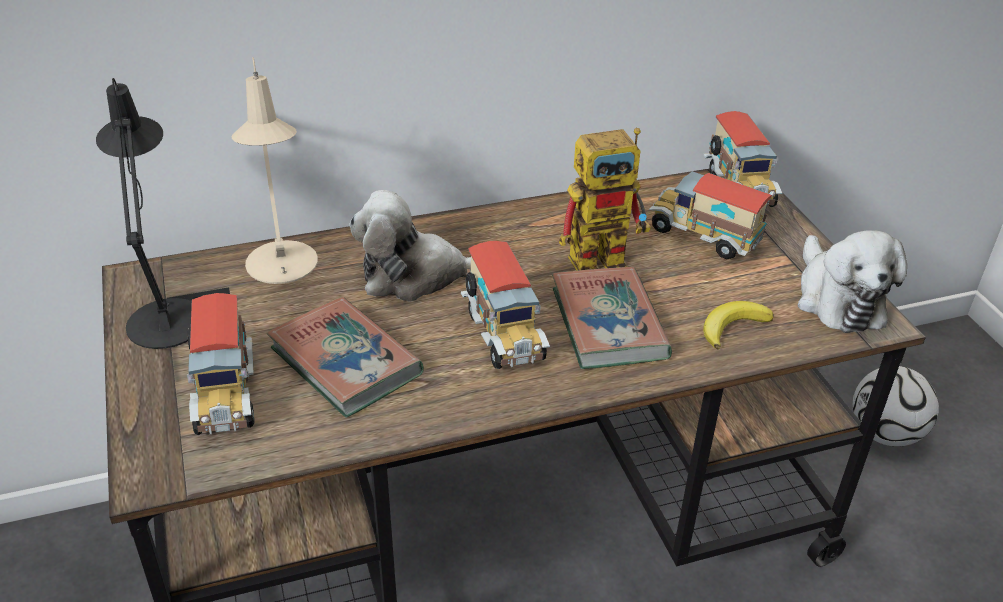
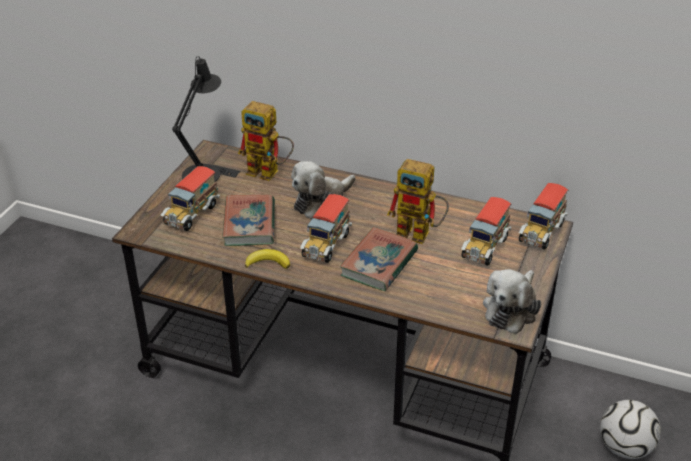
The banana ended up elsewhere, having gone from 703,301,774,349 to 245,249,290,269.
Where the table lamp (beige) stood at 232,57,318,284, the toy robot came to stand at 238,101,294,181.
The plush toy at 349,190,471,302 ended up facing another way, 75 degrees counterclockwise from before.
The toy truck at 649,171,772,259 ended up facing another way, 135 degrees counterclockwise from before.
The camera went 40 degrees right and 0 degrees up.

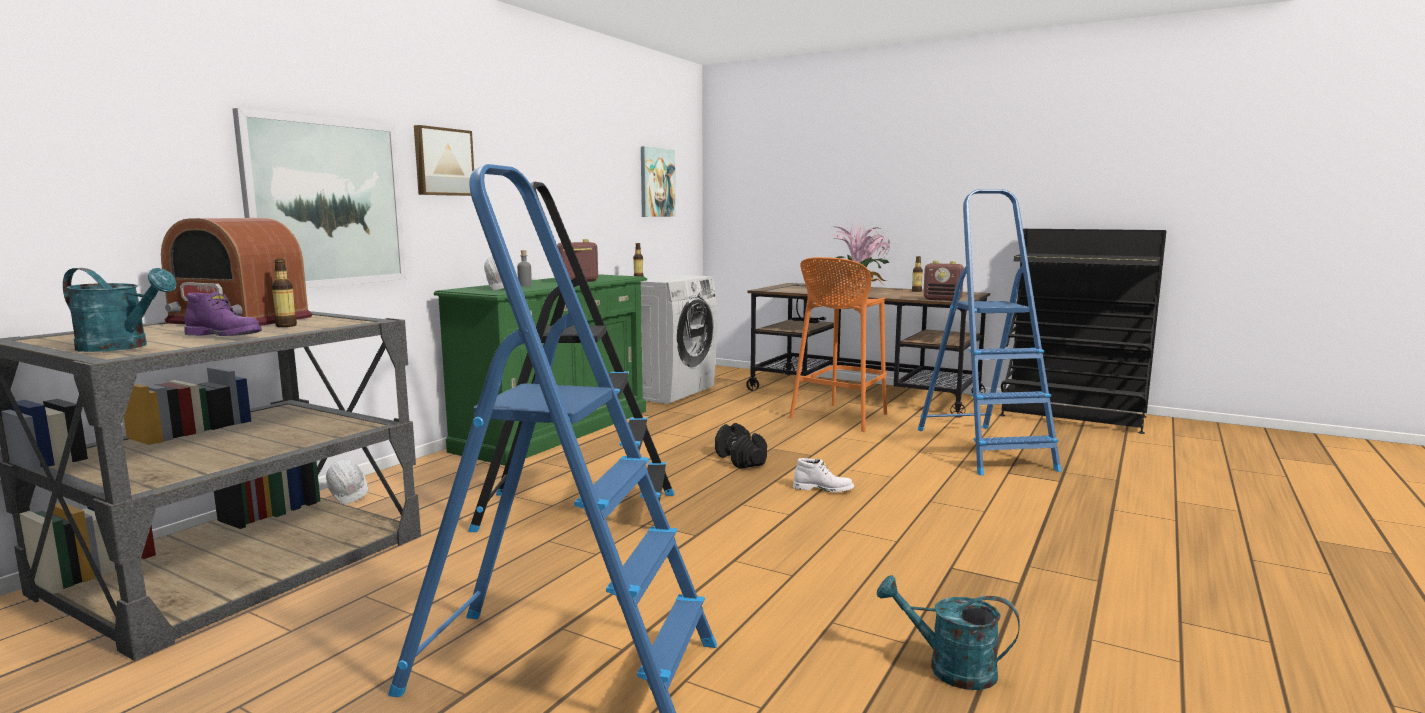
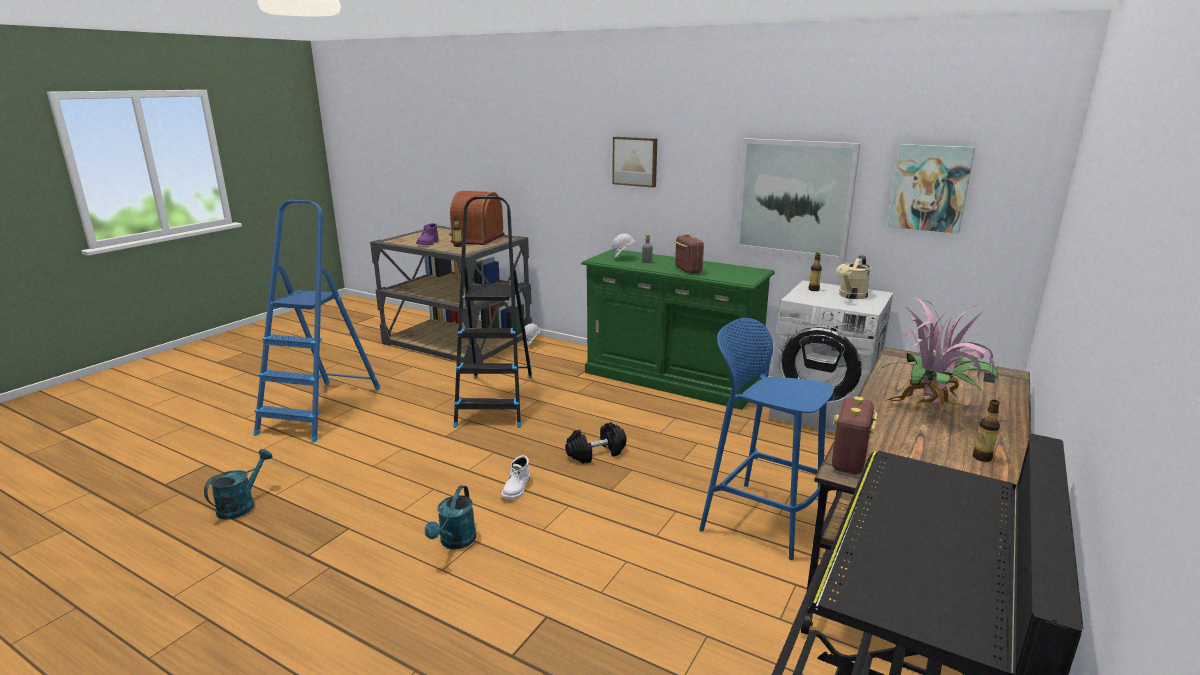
The second view lost the step ladder (blue) at 918,189,1061,475.
The second view gained the watering can (beige) at 836,255,871,299.
The watering can (turquoise) ended up elsewhere, having gone from 63,268,176,352 to 425,485,476,549.
The picture ended up elsewhere, having gone from 233,108,407,288 to 735,138,861,262.
What was the stool (orange) at 789,257,887,432 turned into the stool (blue) at 699,318,834,560.
The camera went 90 degrees right and 10 degrees up.

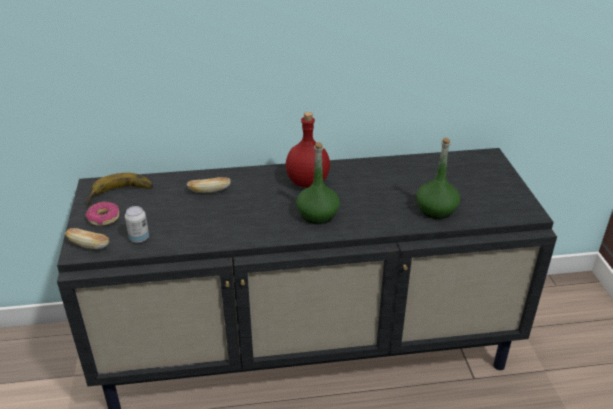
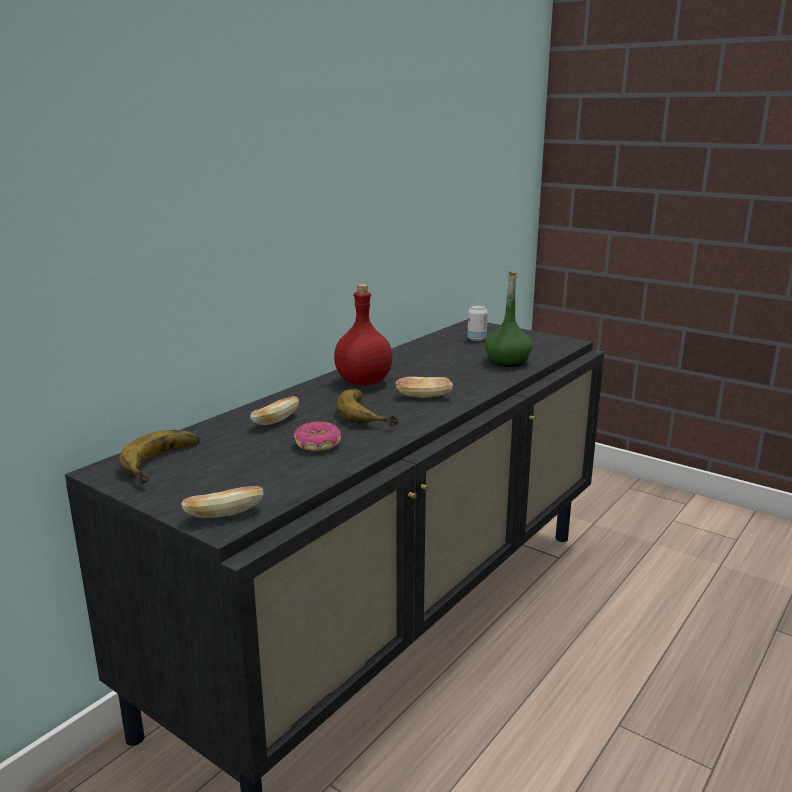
The second view gained the banana at 337,389,399,426.
The donut ended up elsewhere, having gone from 85,201,120,226 to 294,421,341,451.
The can ended up elsewhere, having gone from 125,206,149,243 to 467,305,488,341.
Where the bottle (green) stood at 296,142,340,224, the bread came to stand at 396,377,453,398.
The camera went 45 degrees left and 15 degrees down.

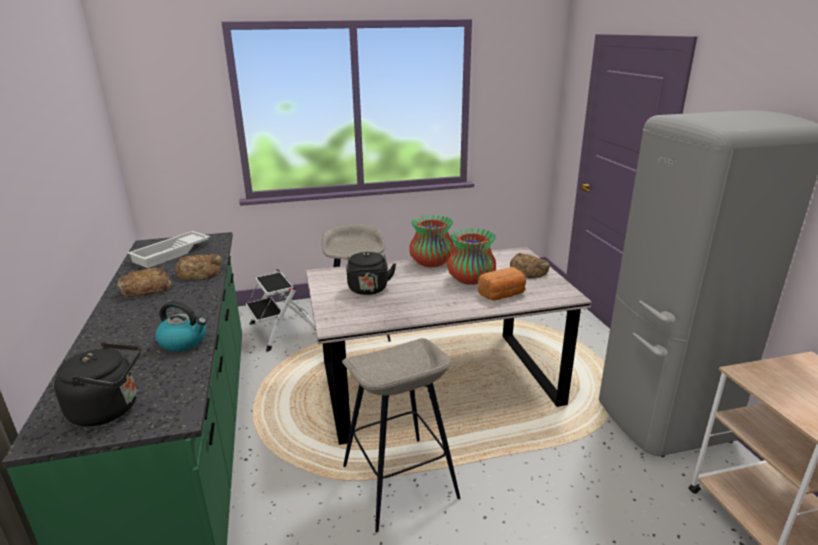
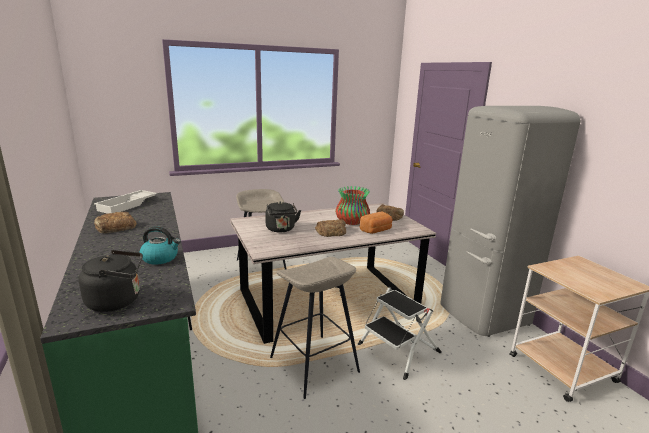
The second view lost the vase at 410,215,455,267.
The bread ended up elsewhere, having gone from 176,254,222,280 to 315,219,346,237.
The step ladder ended up elsewhere, having gone from 246,269,316,352 to 358,286,442,380.
The camera went 10 degrees left and 5 degrees down.

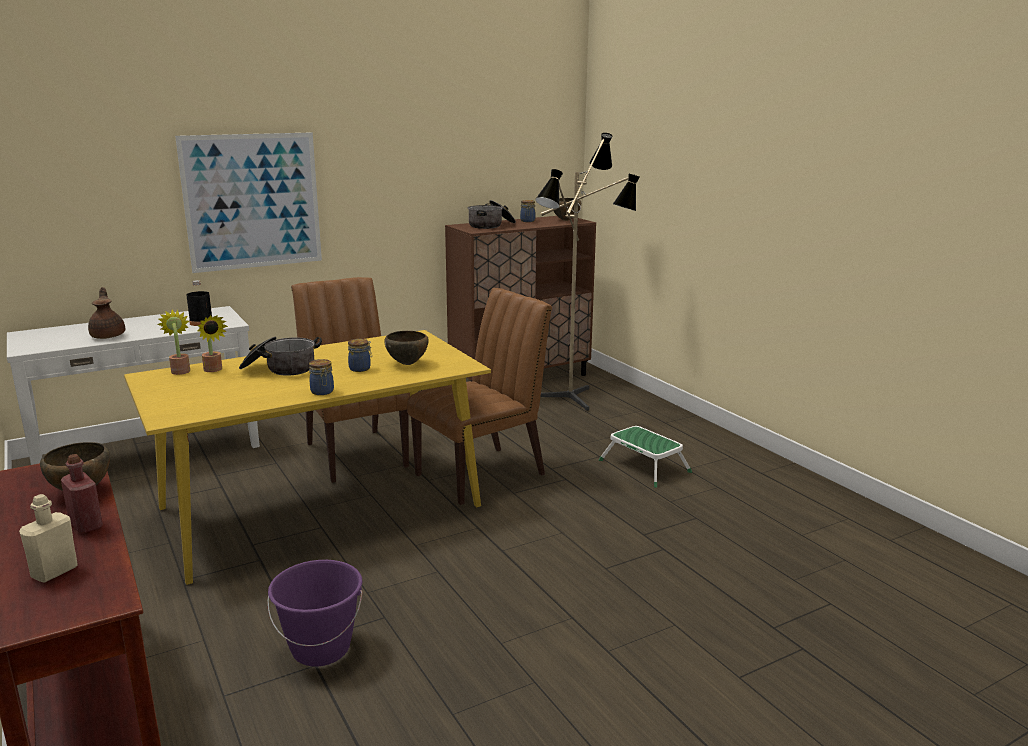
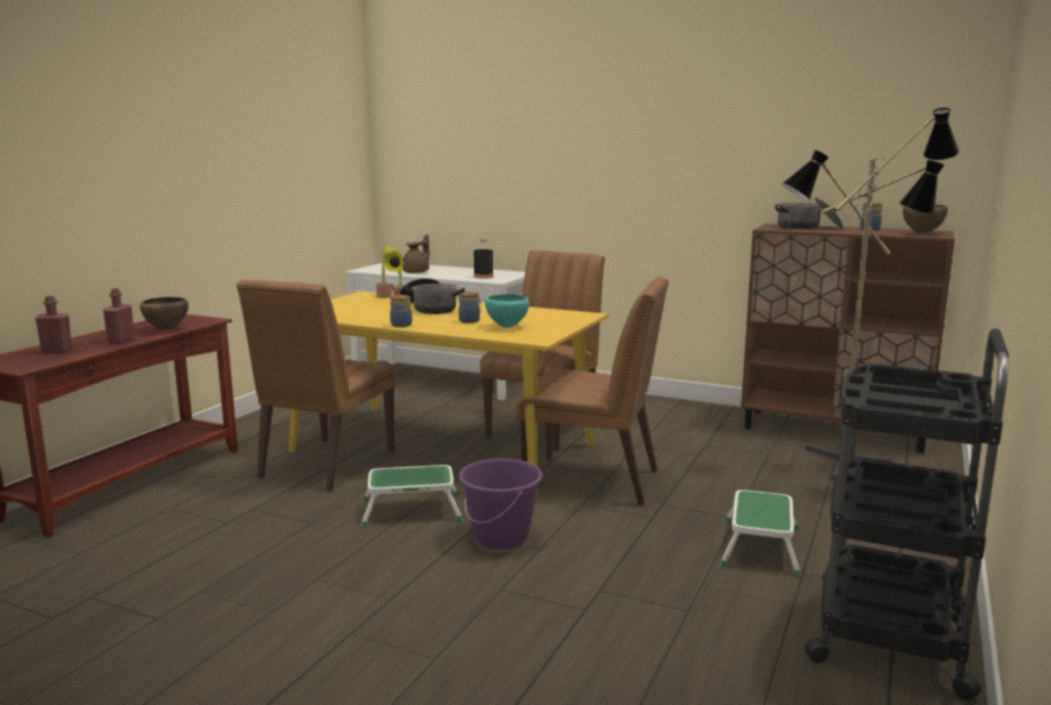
The second view lost the picture at 175,132,322,273.
The second view gained the chair (brown) at 236,280,396,491.
The second view gained the step ladder (green) at 360,465,464,528.
The second view gained the cart (black) at 804,328,1009,700.
The bucket (purple) ended up elsewhere, having gone from 267,560,362,667 to 459,458,542,550.
What was the bottle (beige) at 19,494,78,582 turned into the bottle (red) at 35,296,72,353.
What was the bowl (brown) at 385,331,429,365 turned into the bowl (turquoise) at 485,294,529,328.
The camera went 55 degrees right and 5 degrees down.

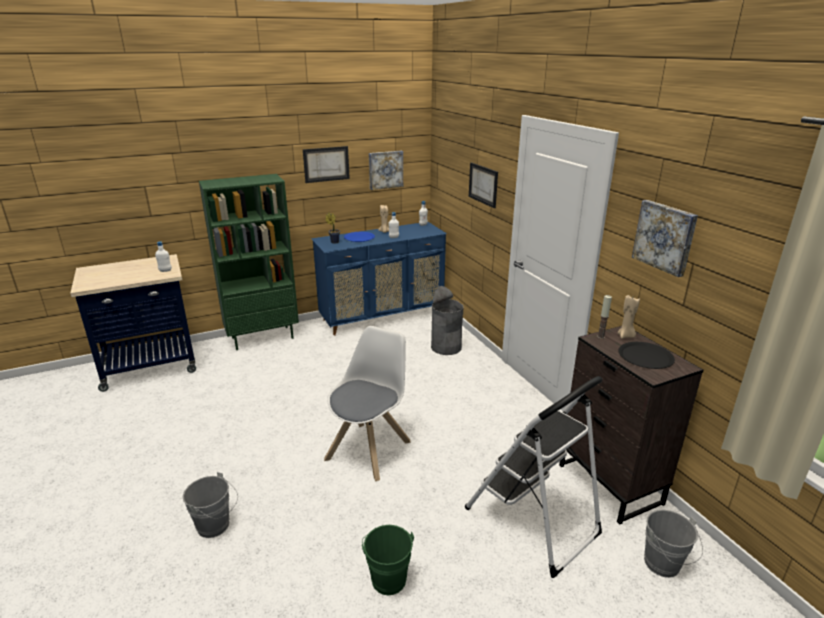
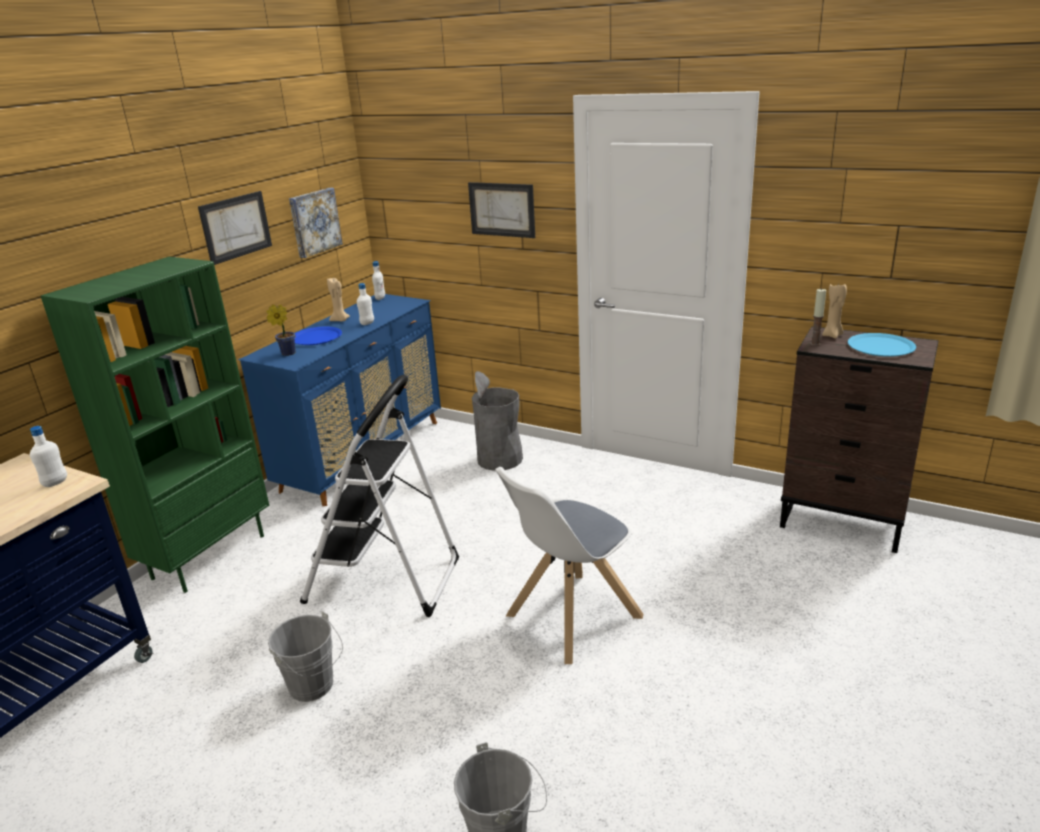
The second view lost the bucket (green) at 362,525,414,595.
The second view lost the picture at 632,200,698,277.
The step ladder ended up elsewhere, having gone from 465,376,602,578 to 300,375,459,617.
The bucket (grey) ended up elsewhere, having gone from 644,510,703,578 to 268,611,343,702.
What was the plate (black) at 618,342,675,369 turned into the plate (blue) at 848,333,916,357.
The chair at 324,326,411,481 ended up facing another way, 120 degrees counterclockwise from before.
The camera went 35 degrees left and 0 degrees up.

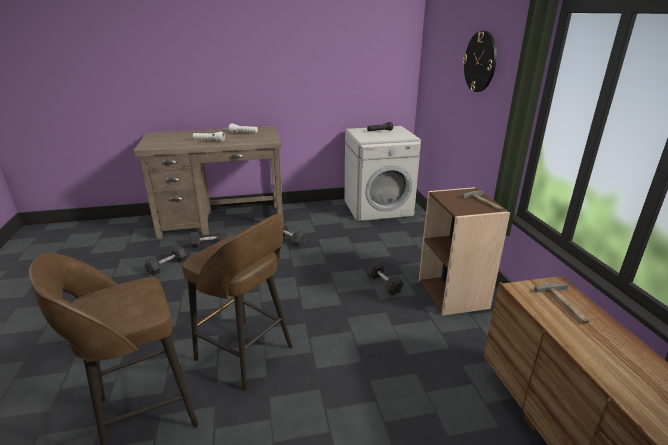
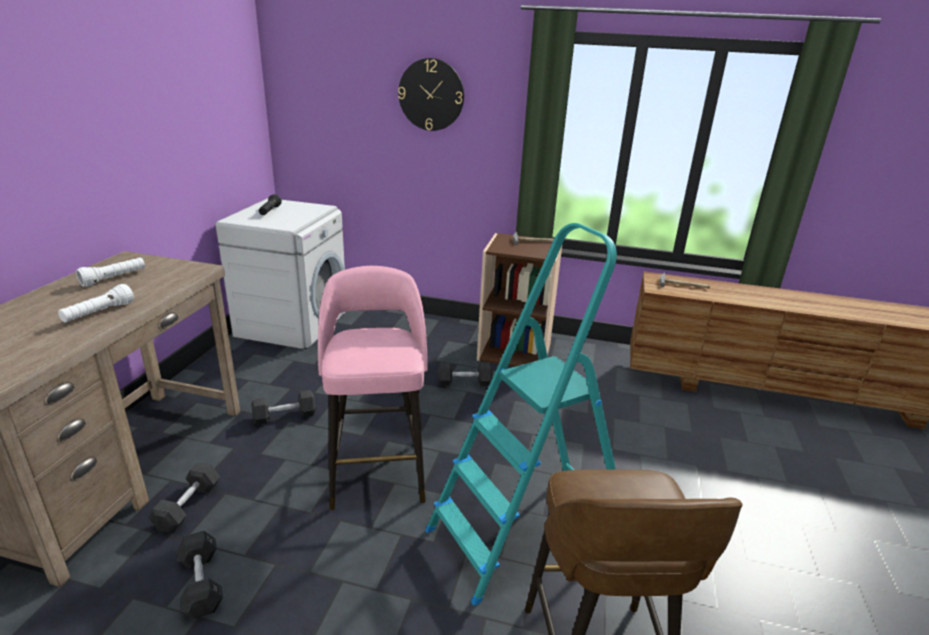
The second view gained the stool (pink) at 318,266,428,510.
Where the stool (brown) stood at 182,213,293,391, the step ladder (turquoise) came to stand at 425,223,617,606.
The camera went 65 degrees left and 0 degrees up.

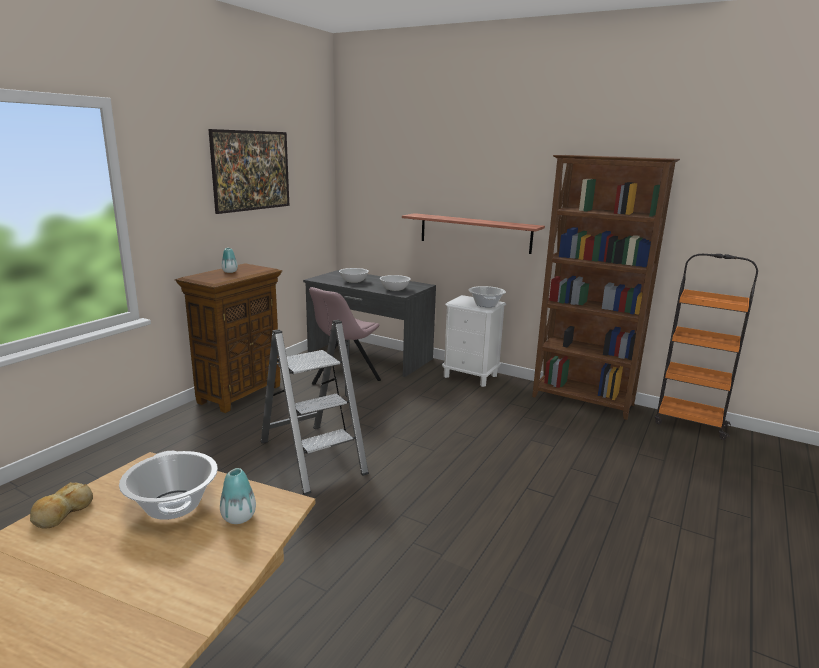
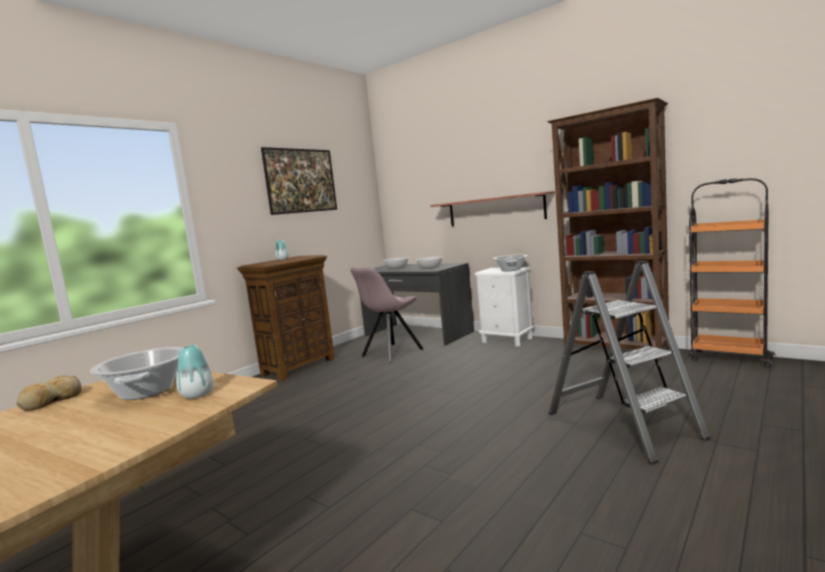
The step ladder (grey) ended up elsewhere, having gone from 261,320,369,495 to 548,261,711,465.
The camera went 10 degrees right and 10 degrees down.

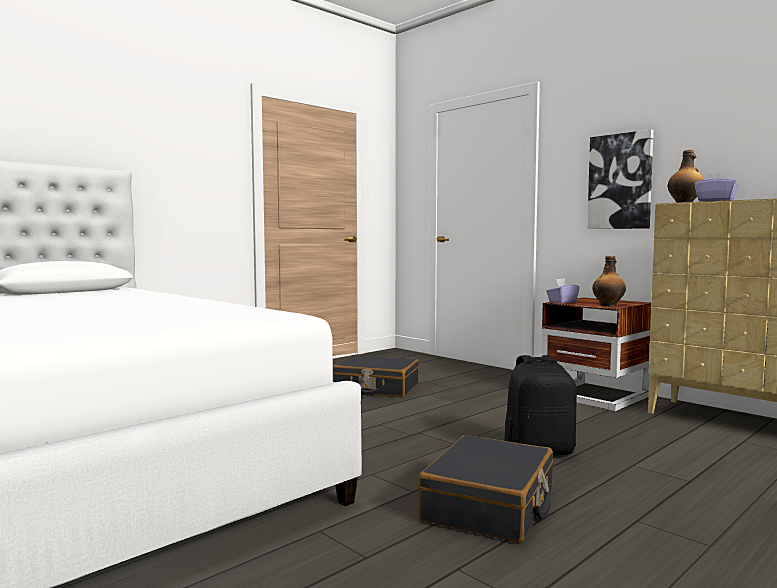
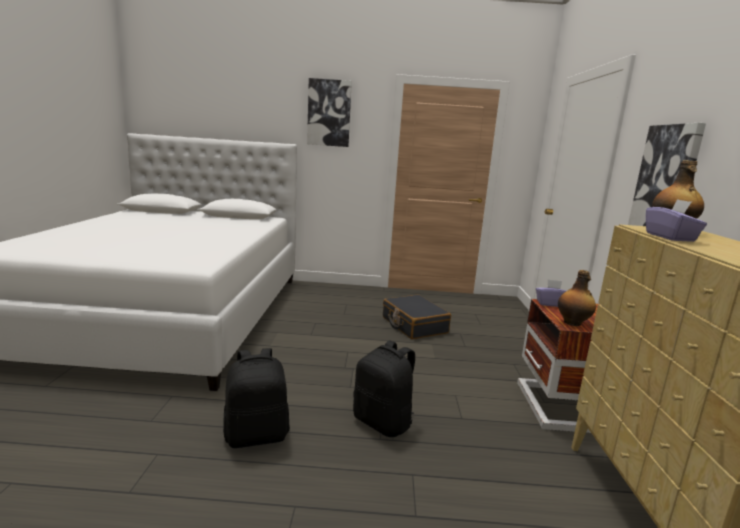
The second view gained the picture at 307,78,352,147.
Where the suitcase (black) stood at 418,435,553,543, the backpack (black) came to stand at 223,348,290,448.
The camera went 45 degrees right and 10 degrees up.

